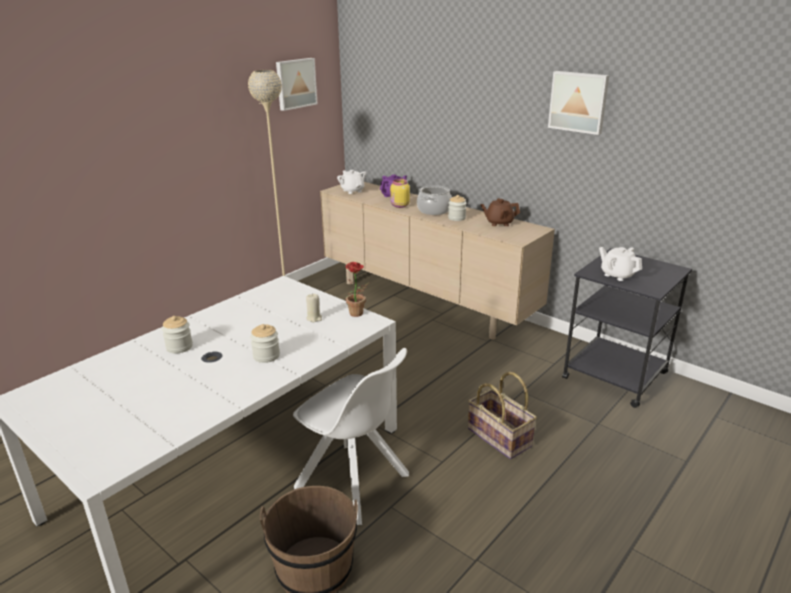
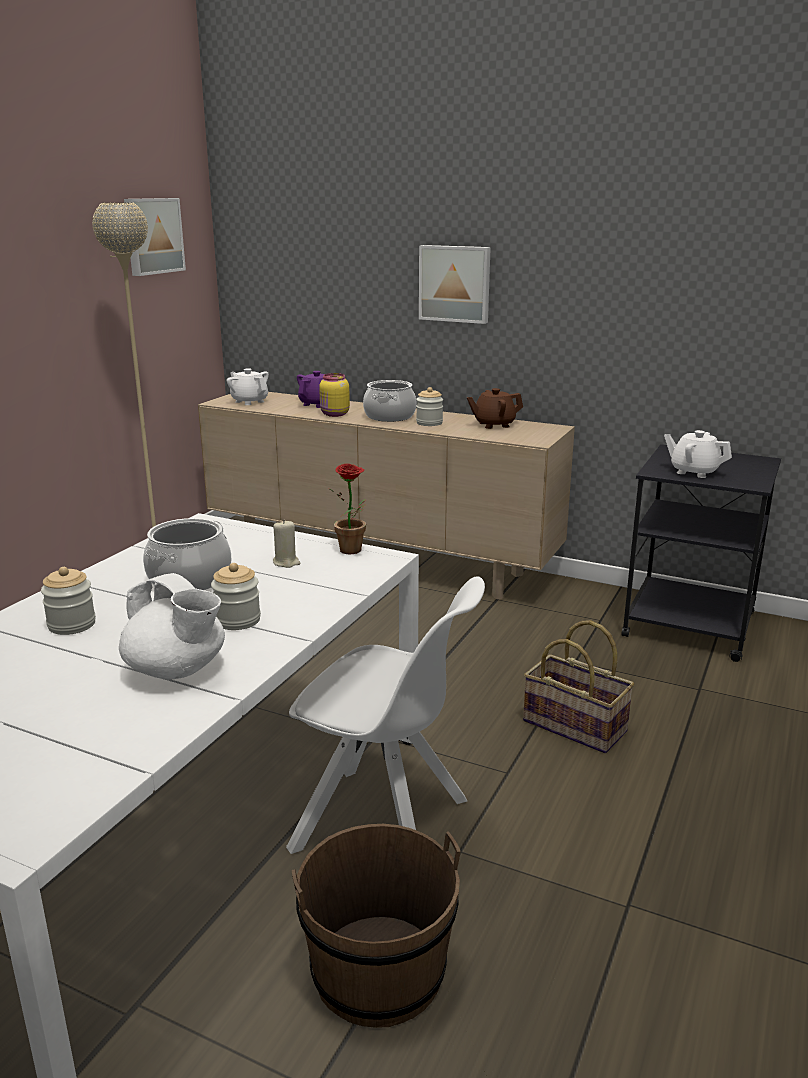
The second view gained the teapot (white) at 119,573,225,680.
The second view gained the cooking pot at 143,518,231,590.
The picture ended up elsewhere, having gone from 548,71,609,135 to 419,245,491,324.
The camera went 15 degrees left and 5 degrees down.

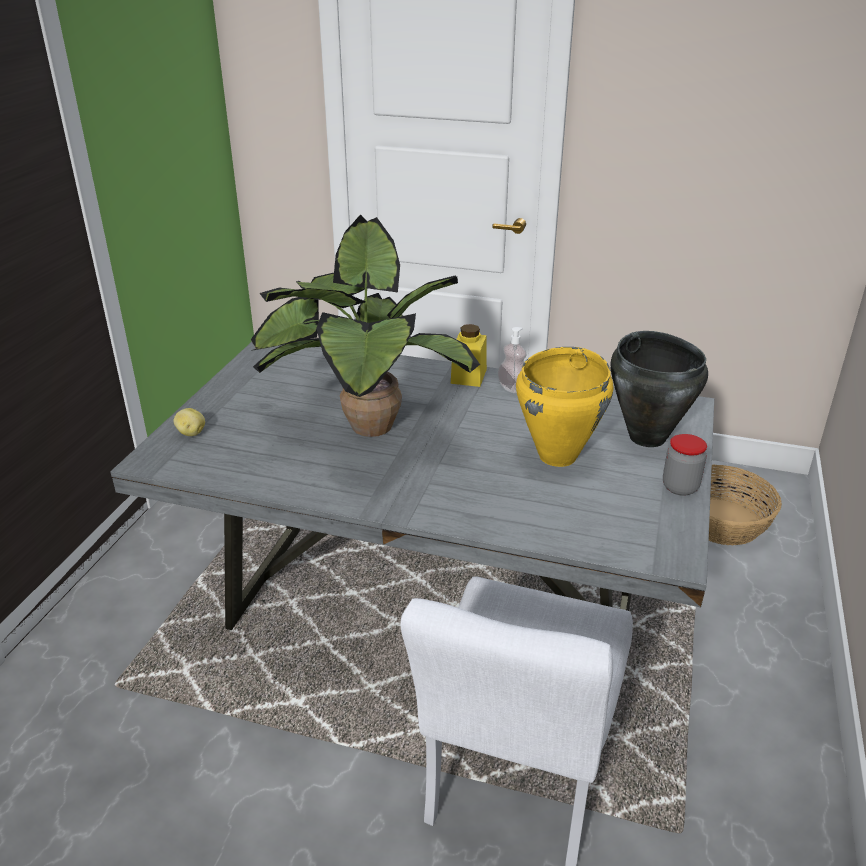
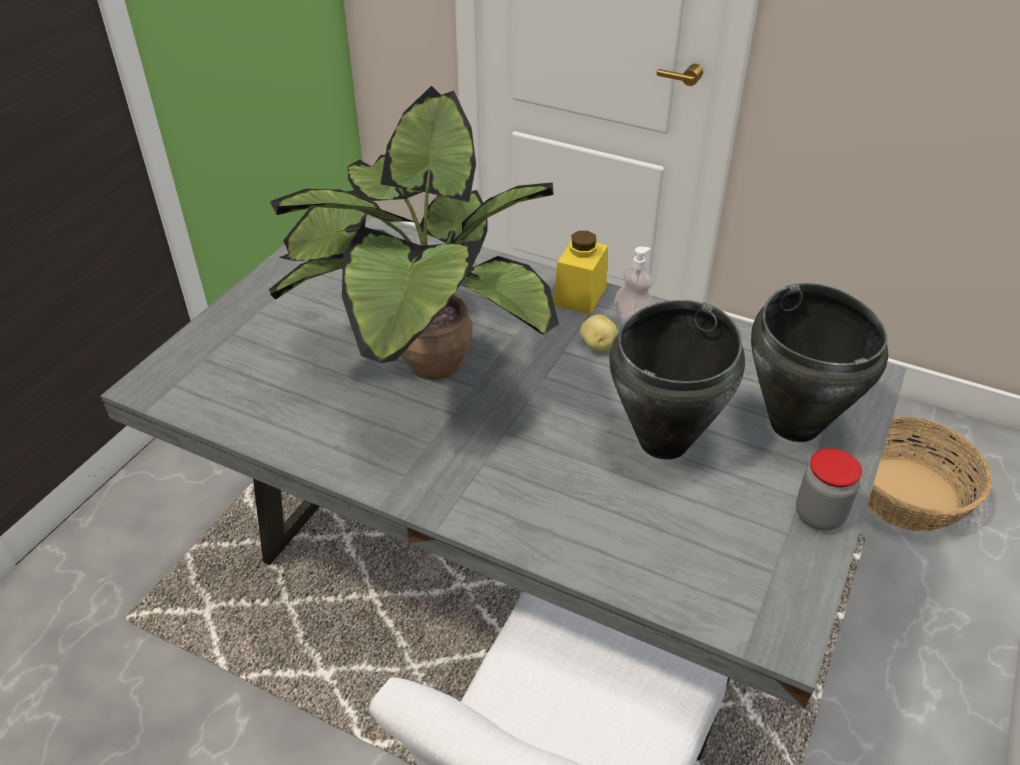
The potato ended up elsewhere, having gone from 174,408,205,436 to 580,314,618,351.
What was the cooking pot (yellow) at 516,347,614,467 turned into the cooking pot (black) at 609,300,745,459.
The camera went 10 degrees right and 10 degrees up.

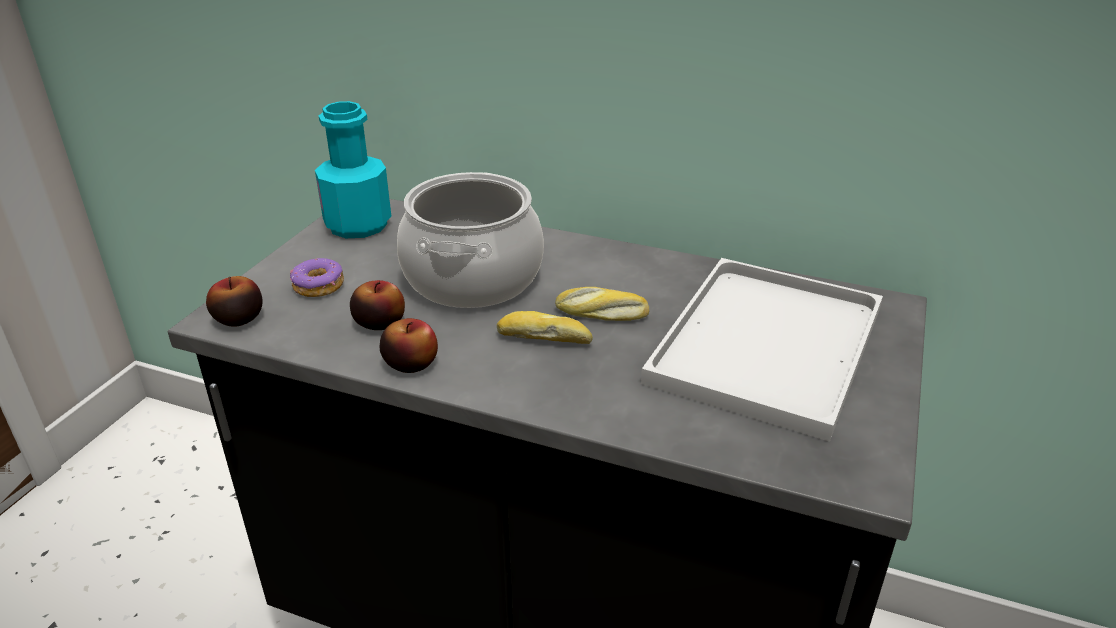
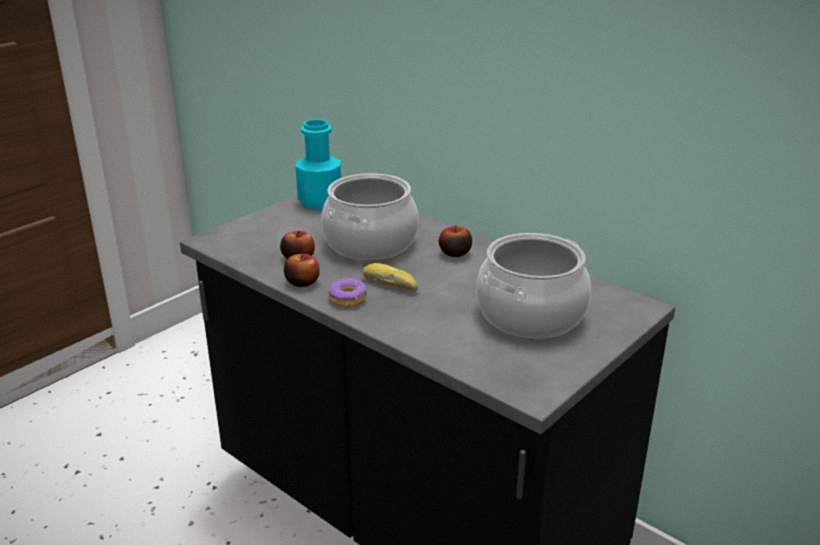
The second view lost the bread at 555,287,649,321.
The apple ended up elsewhere, having gone from 206,276,263,327 to 439,225,472,257.
The donut ended up elsewhere, having gone from 290,258,344,297 to 328,278,367,307.
Where the tray (white) stood at 641,258,883,442, the cooking pot came to stand at 476,233,591,339.
The camera went 20 degrees right and 5 degrees down.

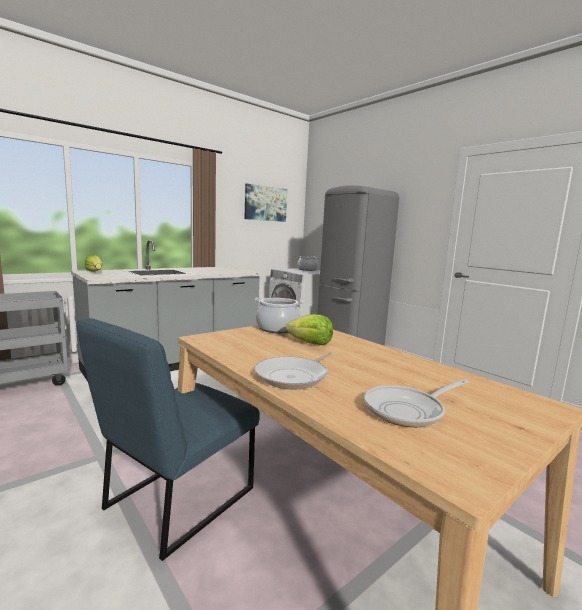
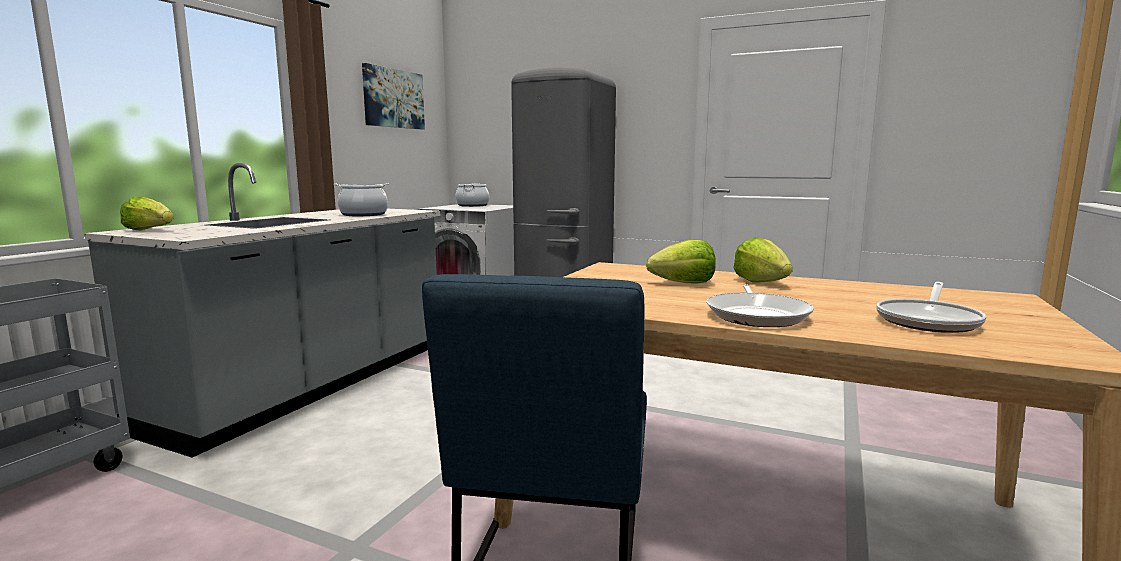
The second view gained the lettuce at 733,238,793,282.
The cooking pot ended up elsewhere, having gone from 255,298,304,333 to 334,183,389,216.
The camera went 25 degrees left and 0 degrees up.

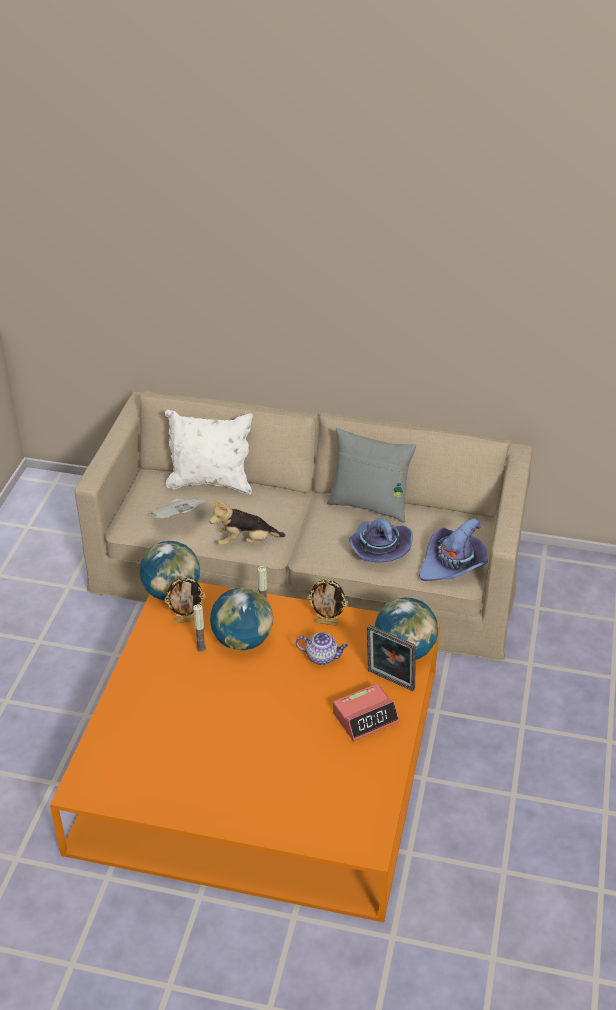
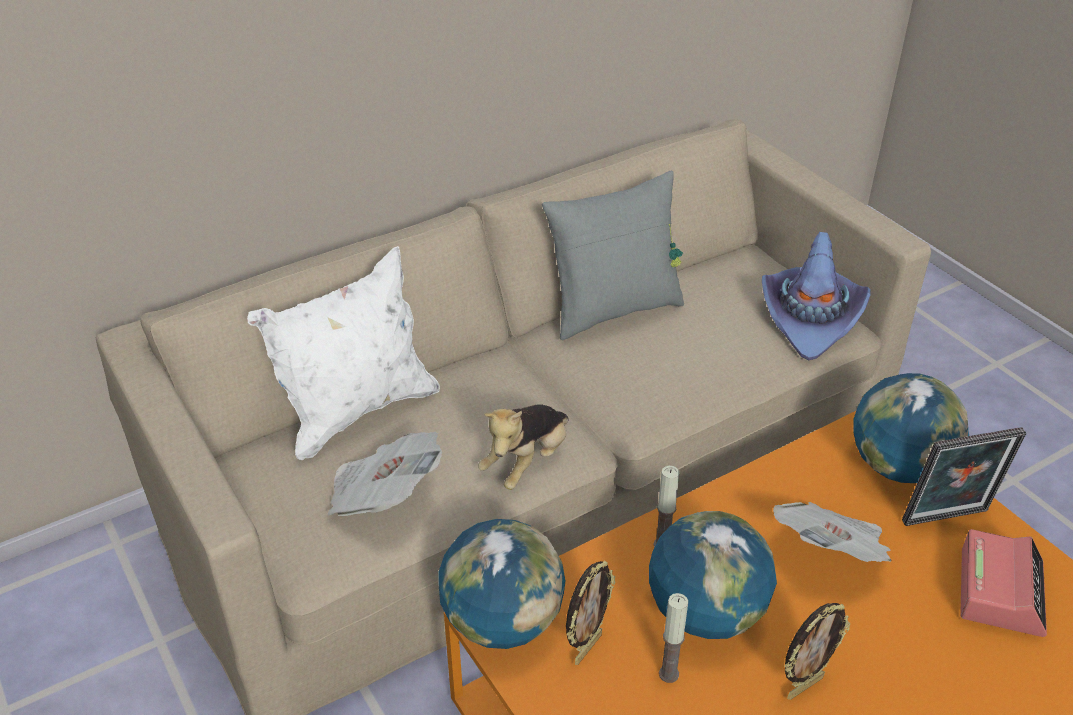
The second view lost the hat (purple) at 349,518,413,563.
The picture frame ended up elsewhere, having gone from 308,579,348,626 to 784,603,850,700.
Where the teapot stood at 296,632,348,665, the newspaper came to stand at 773,502,891,562.
The camera went 45 degrees left and 0 degrees up.

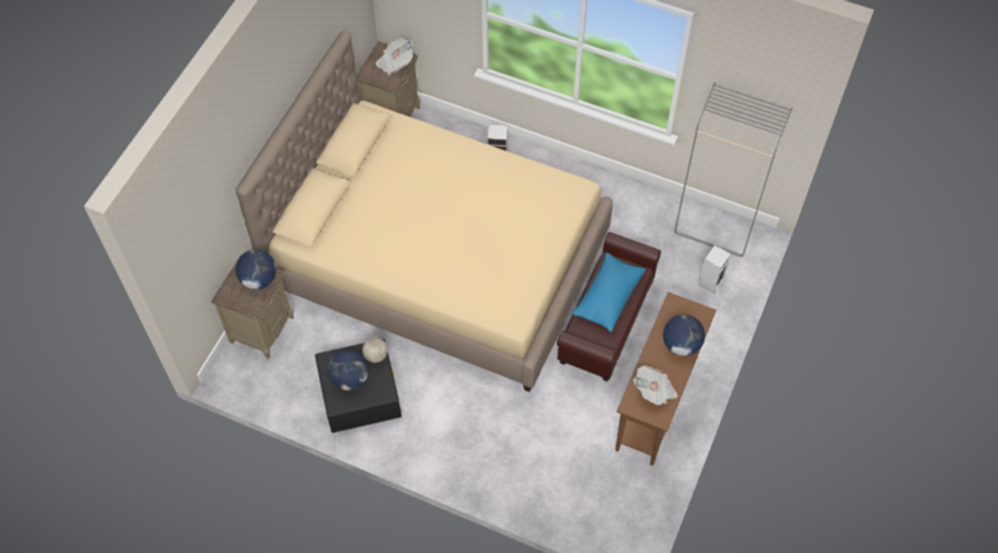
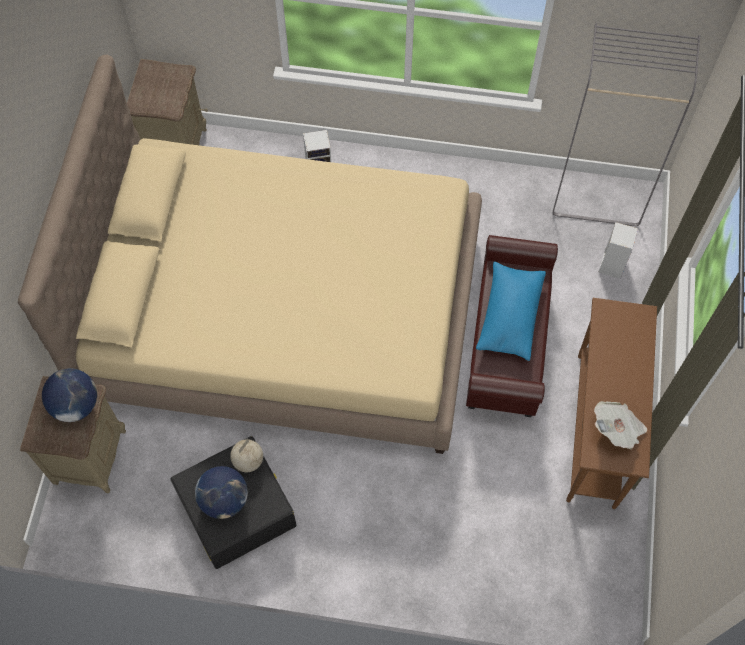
The second view lost the newspaper at 376,37,414,75.
The second view lost the globe at 663,314,705,356.
The camera went 15 degrees left and 5 degrees up.

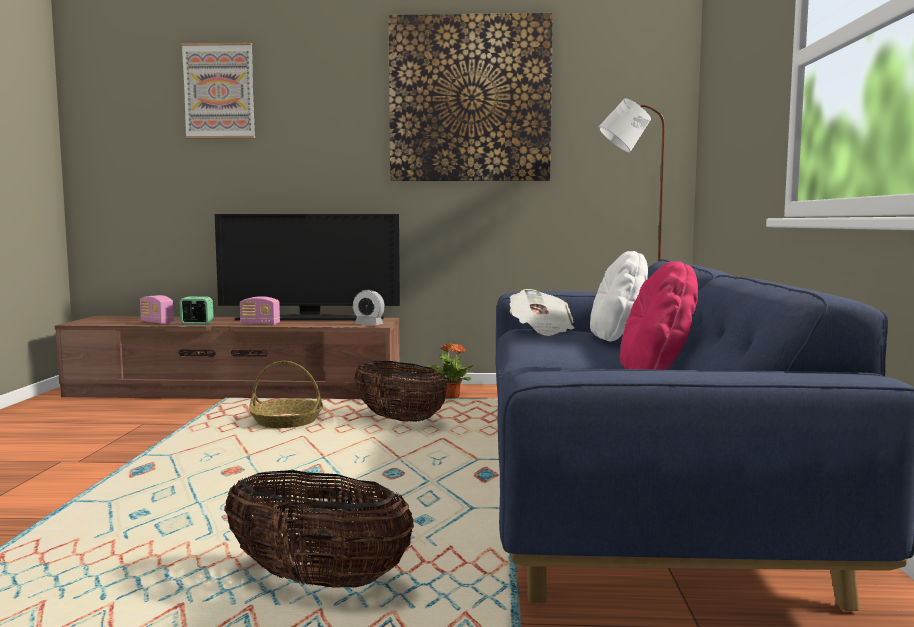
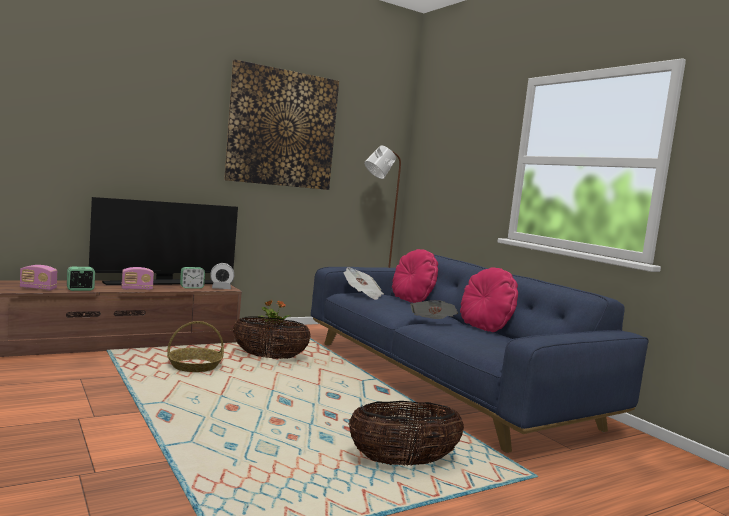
The second view lost the picture at 181,43,255,139.
The second view gained the alarm clock at 180,267,205,289.
The second view gained the newspaper at 410,300,458,319.
What was the pillow (white) at 590,251,648,342 turned into the pillow (pink) at 392,249,438,303.
The camera went 35 degrees left and 0 degrees up.

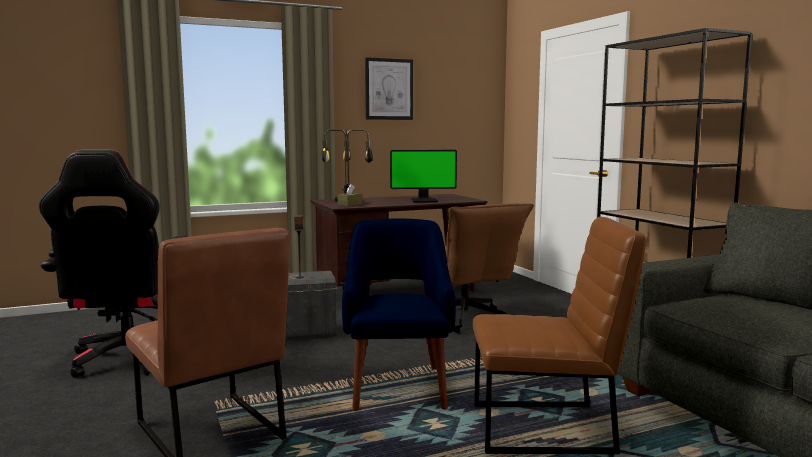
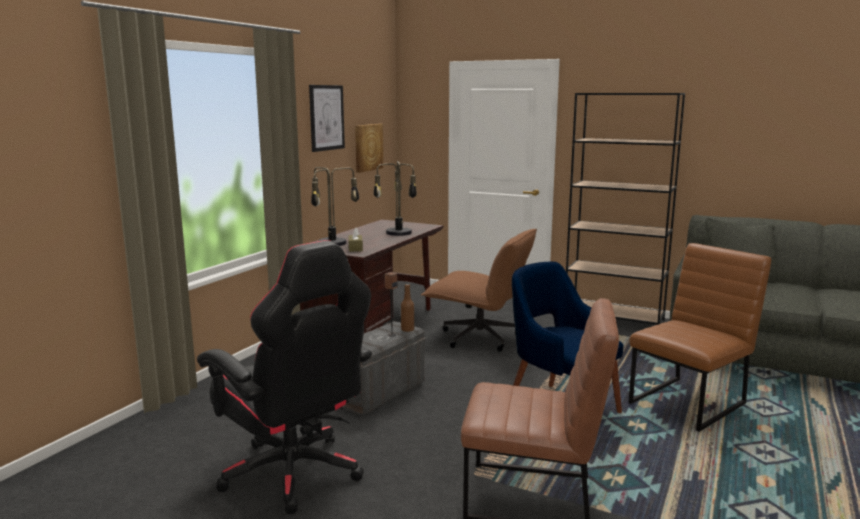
The second view gained the picture at 355,124,383,173.
The second view gained the bottle (brown) at 401,284,414,332.
Where the monitor stood at 390,150,457,203, the table lamp came to stand at 374,161,417,236.
The camera went 40 degrees left and 5 degrees up.

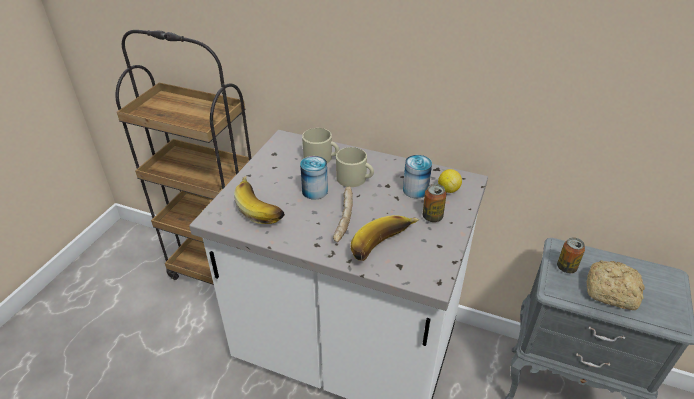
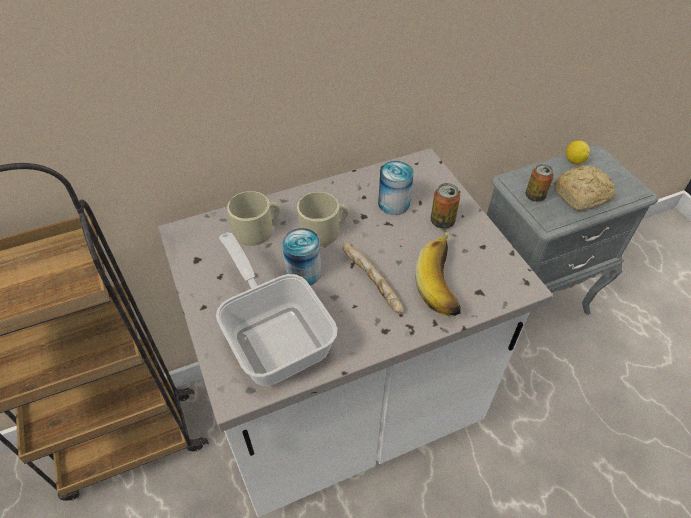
The lemon ended up elsewhere, having gone from 438,169,462,193 to 566,140,590,164.
Where the banana stood at 234,176,285,224, the frying pan came to stand at 216,233,337,386.
The camera went 45 degrees left and 10 degrees up.

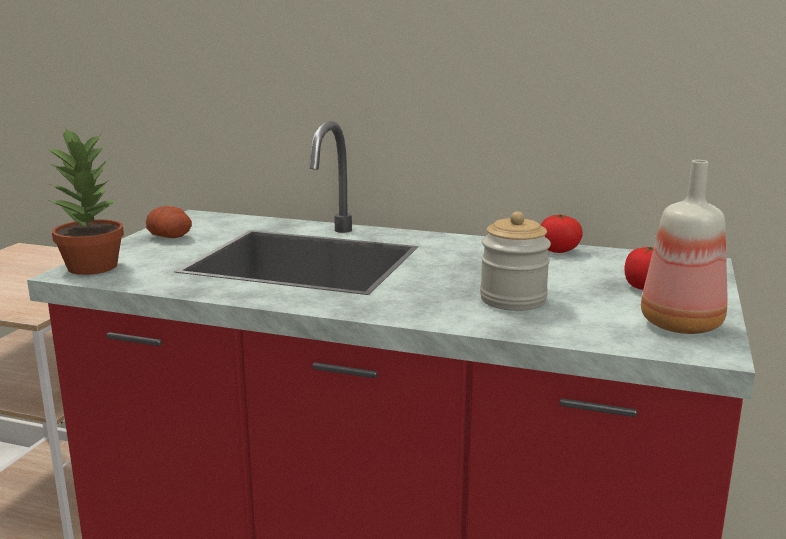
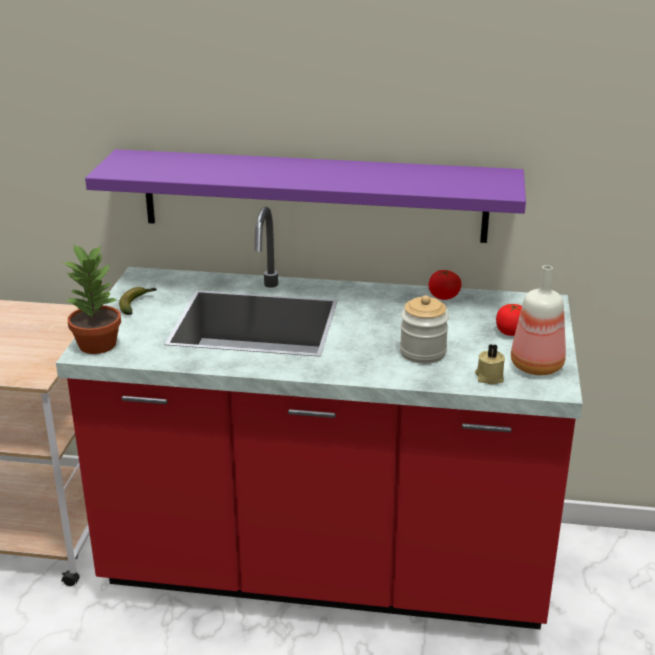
The second view gained the shelf (purple) at 85,149,526,243.
The second view gained the candle (beige) at 475,344,505,384.
Where the potato stood at 146,206,192,238, the banana came to stand at 119,287,157,315.
The camera went 10 degrees left and 10 degrees up.

